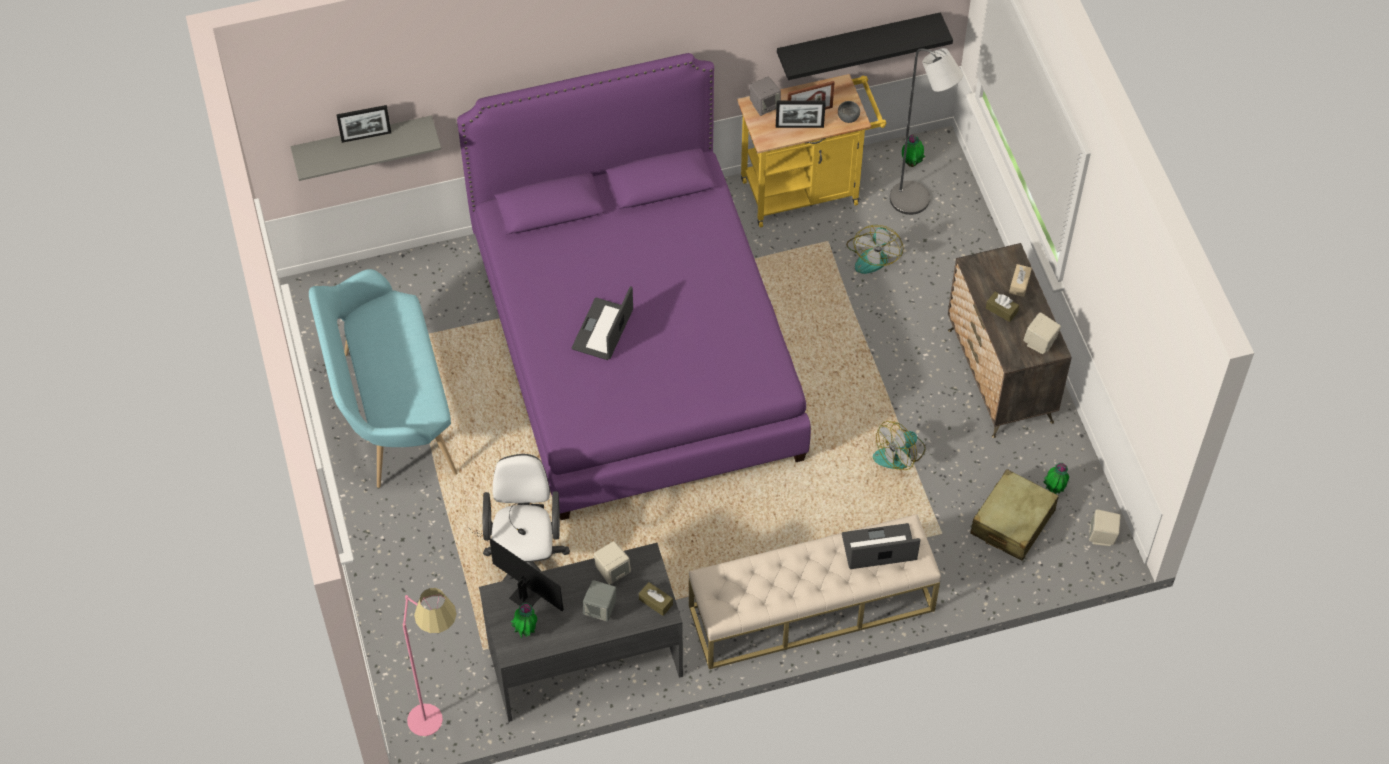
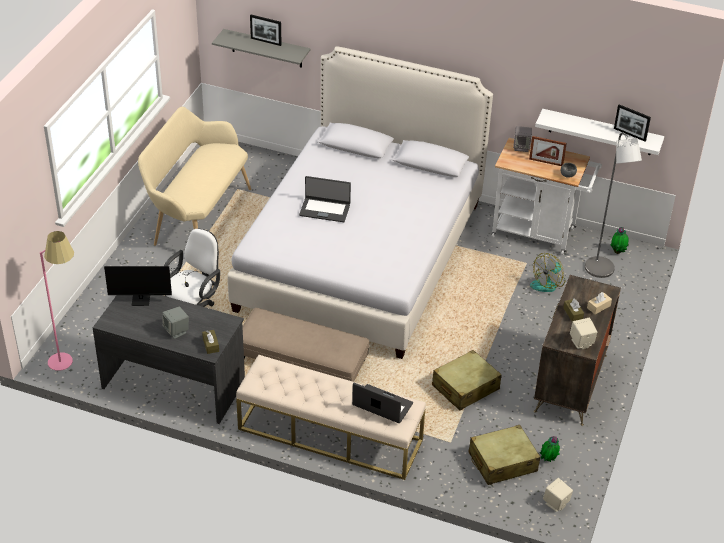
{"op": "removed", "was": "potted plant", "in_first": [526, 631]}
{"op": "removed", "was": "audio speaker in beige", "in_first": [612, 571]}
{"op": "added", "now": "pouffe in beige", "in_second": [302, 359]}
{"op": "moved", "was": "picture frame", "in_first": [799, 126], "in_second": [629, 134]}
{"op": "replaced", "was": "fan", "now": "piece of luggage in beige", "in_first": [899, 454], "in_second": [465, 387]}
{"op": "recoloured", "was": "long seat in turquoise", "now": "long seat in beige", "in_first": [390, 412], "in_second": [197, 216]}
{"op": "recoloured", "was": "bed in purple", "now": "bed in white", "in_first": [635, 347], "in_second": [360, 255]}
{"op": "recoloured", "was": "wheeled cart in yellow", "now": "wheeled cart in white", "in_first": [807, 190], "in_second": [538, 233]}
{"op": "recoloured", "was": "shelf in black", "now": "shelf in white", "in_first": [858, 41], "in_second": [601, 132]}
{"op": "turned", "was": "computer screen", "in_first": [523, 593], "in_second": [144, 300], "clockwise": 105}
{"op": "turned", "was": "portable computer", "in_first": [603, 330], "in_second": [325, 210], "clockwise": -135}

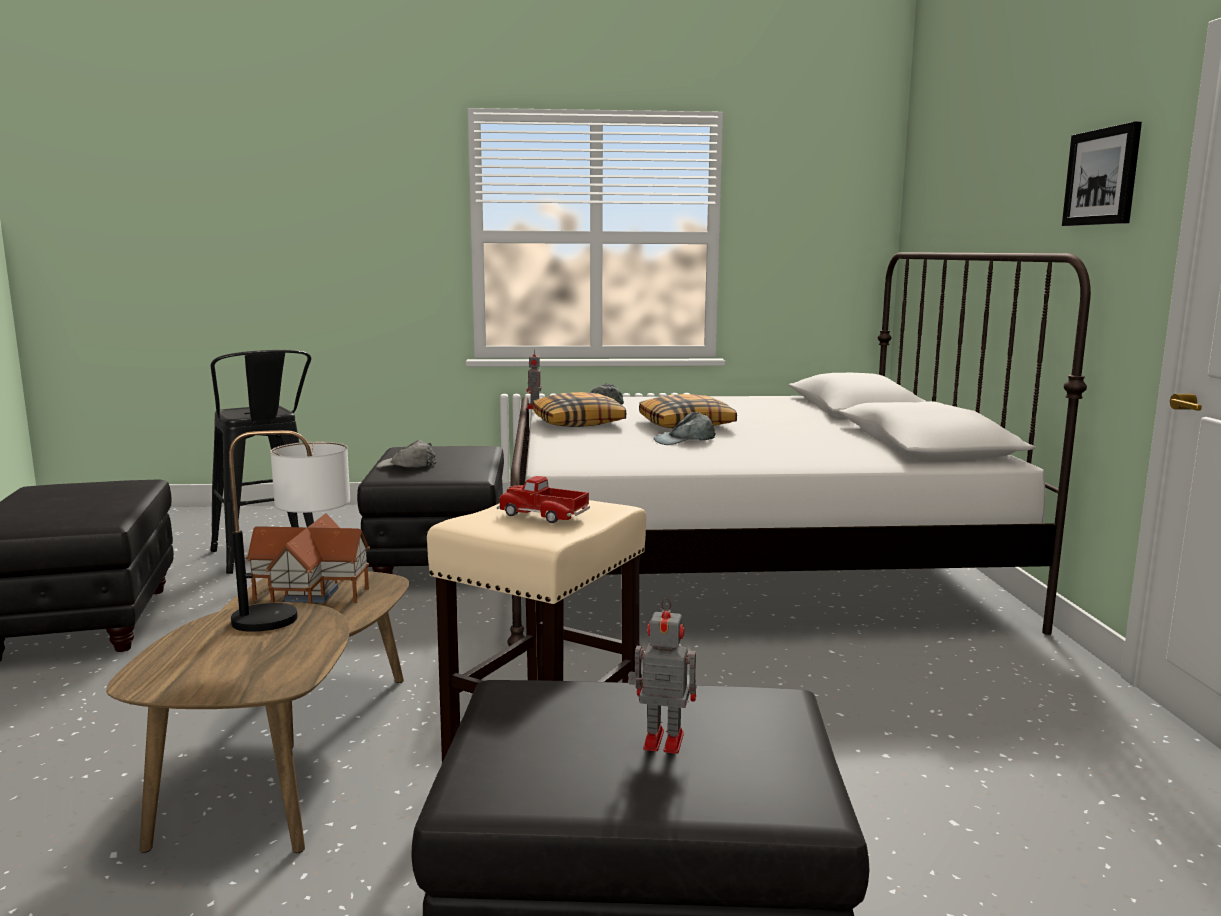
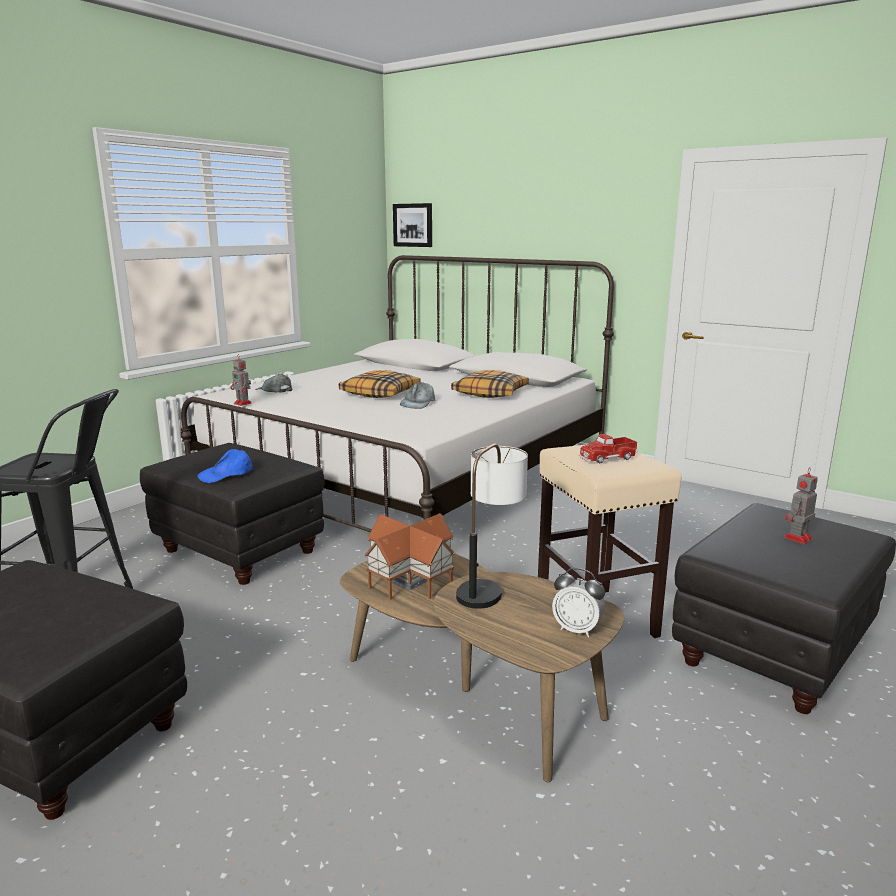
{"op": "added", "now": "table clock", "in_second": [577, 629]}
{"op": "moved", "was": "throw pillow", "in_first": [579, 423], "in_second": [490, 393]}
{"op": "moved", "was": "wall art", "in_first": [1102, 177], "in_second": [413, 225]}
{"op": "recoloured", "was": "cap in greyish", "now": "cap in blue-coloured", "in_first": [406, 465], "in_second": [226, 474]}

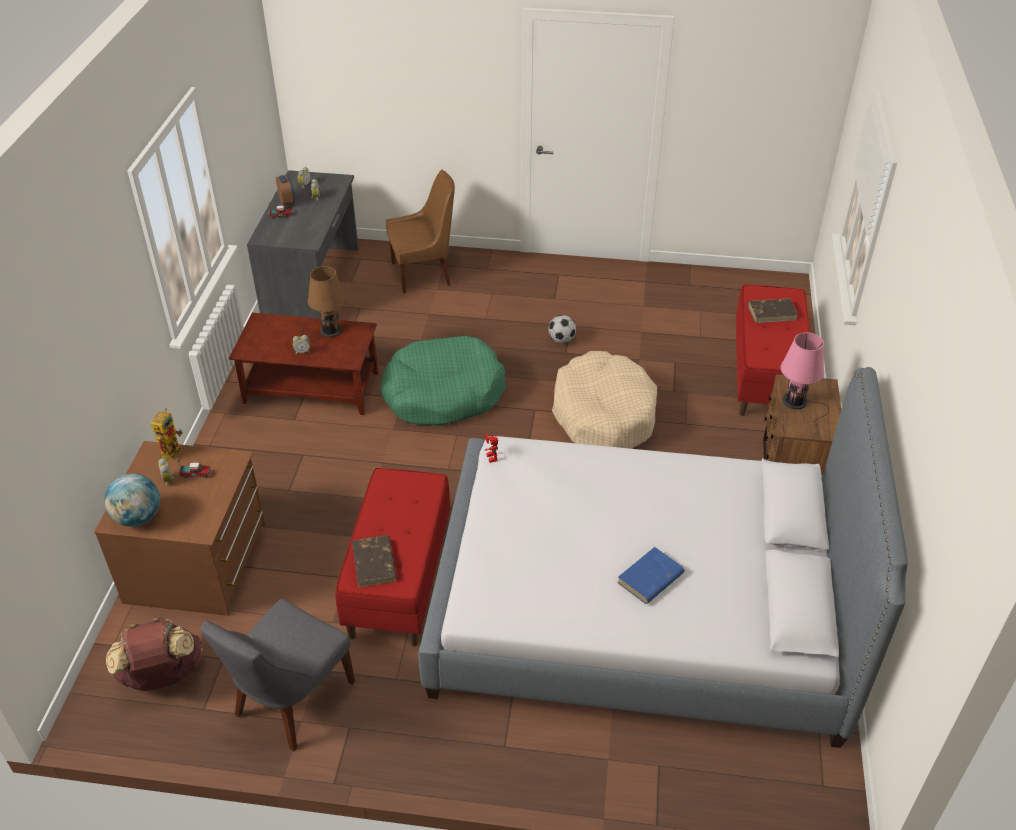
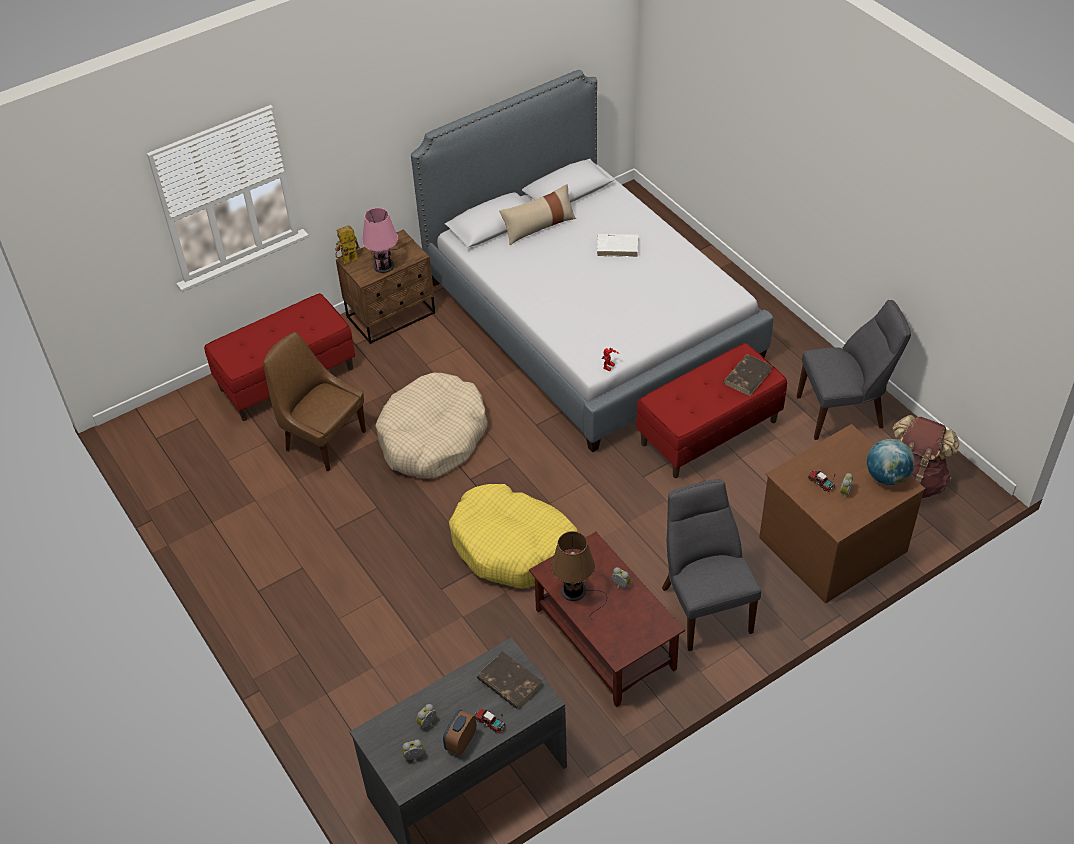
{"op": "removed", "was": "ball for football", "in_first": [561, 340]}
{"op": "added", "now": "throw pillow in beige", "in_second": [539, 227]}
{"op": "added", "now": "chair in greyish", "in_second": [704, 606]}
{"op": "moved", "was": "robot figure", "in_first": [172, 449], "in_second": [347, 261]}
{"op": "moved", "was": "chair in brown-coloured", "in_first": [424, 274], "in_second": [323, 439]}
{"op": "moved", "was": "bound book in brown-coloured", "in_first": [772, 312], "in_second": [509, 682]}
{"op": "recoloured", "was": "dog bed in greenish", "now": "dog bed in yellow", "in_first": [443, 393], "in_second": [513, 546]}
{"op": "recoloured", "was": "bound book in blue-coloured", "now": "bound book in white", "in_first": [650, 578], "in_second": [618, 247]}

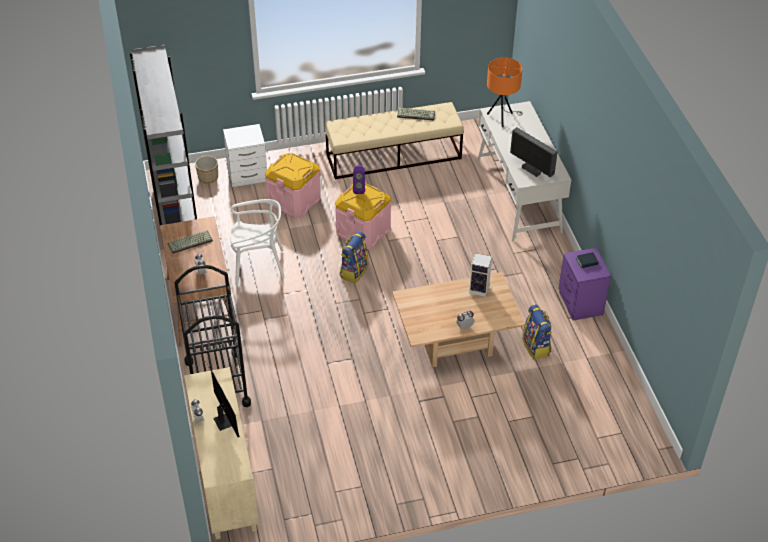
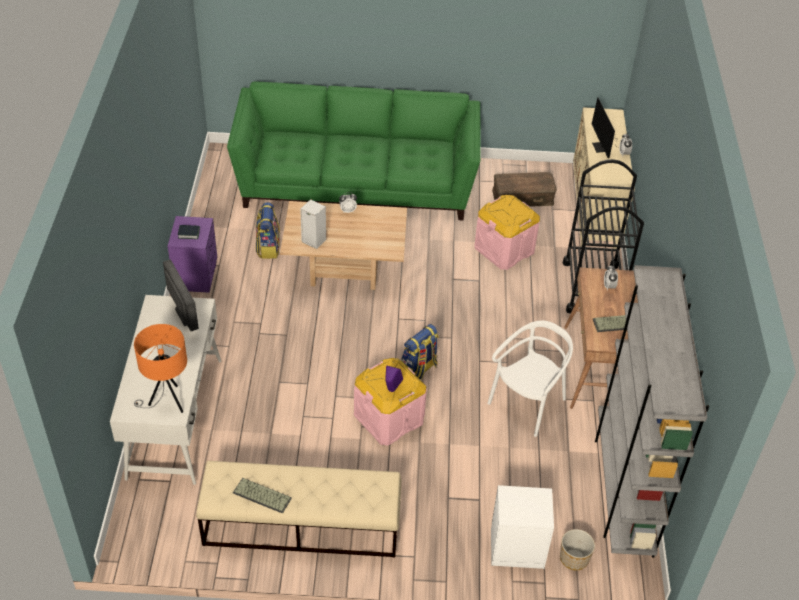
{"op": "added", "now": "sofa in greenish", "in_second": [357, 183]}
{"op": "added", "now": "storage bin in brown-coloured", "in_second": [522, 196]}
{"op": "moved", "was": "storage bin in pinkish", "in_first": [294, 201], "in_second": [504, 249]}
{"op": "turned", "was": "chair in white", "in_first": [258, 265], "in_second": [528, 404], "clockwise": 120}

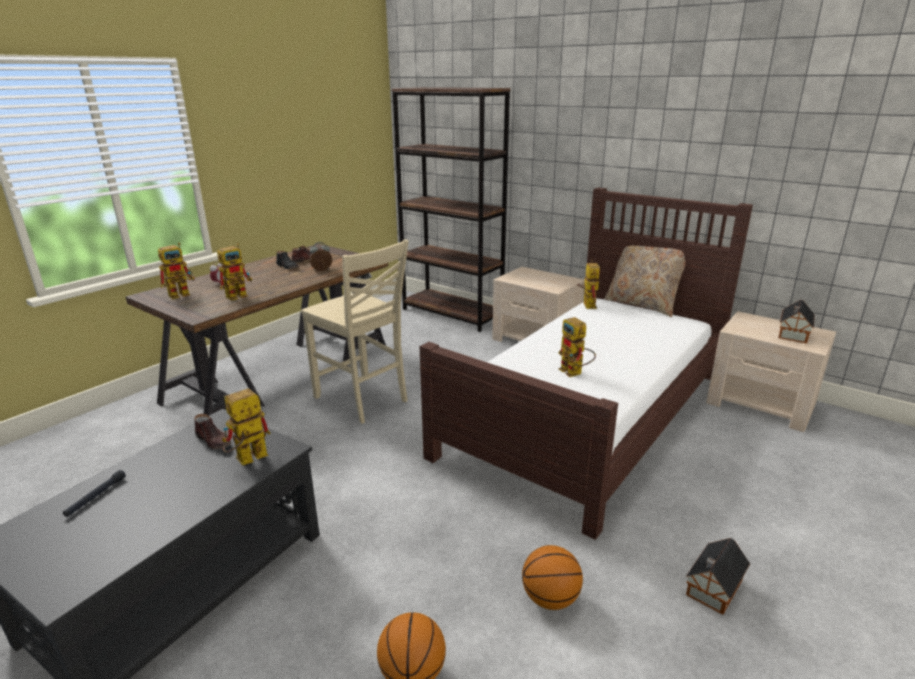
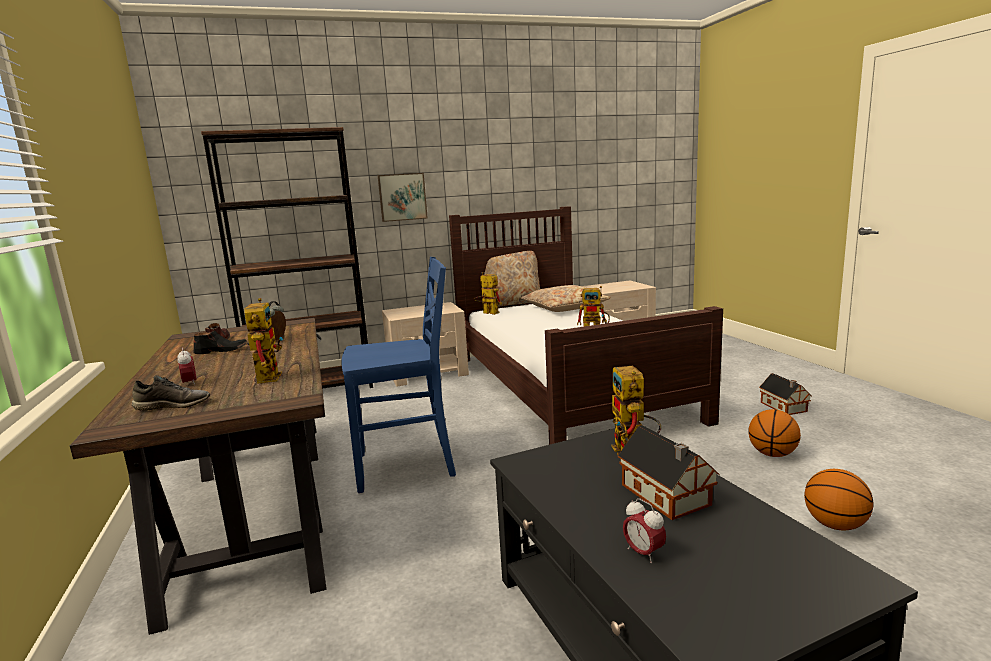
{"op": "removed", "was": "shoe in brown-coloured", "in_first": [214, 441]}
{"op": "added", "now": "wall art", "in_second": [402, 197]}
{"op": "added", "now": "throw pillow in beige", "in_second": [564, 308]}
{"op": "moved", "was": "miniature house", "in_first": [792, 334], "in_second": [667, 496]}
{"op": "replaced", "was": "hand torch in black", "now": "table clock", "in_first": [96, 497], "in_second": [643, 553]}
{"op": "replaced", "was": "robot figure", "now": "shoe in greyish", "in_first": [183, 293], "in_second": [173, 405]}
{"op": "recoloured", "was": "chair in beige", "now": "chair in blue-coloured", "in_first": [362, 399], "in_second": [407, 466]}

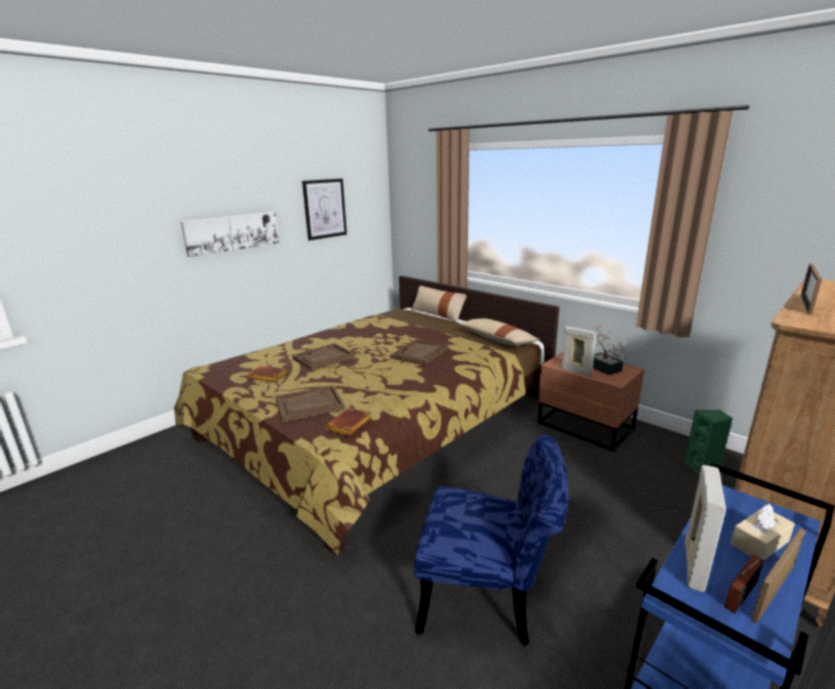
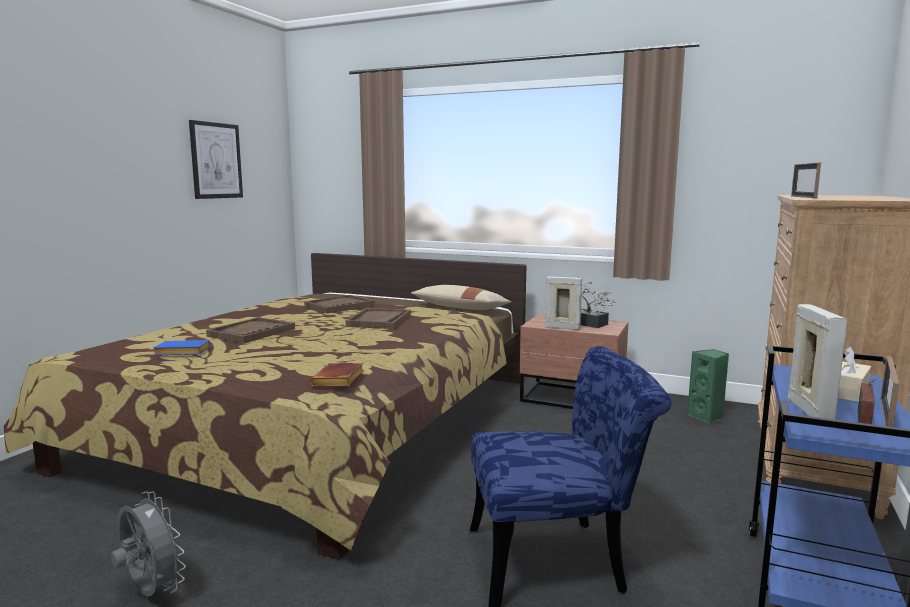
{"op": "removed", "was": "wall art", "in_first": [232, 233]}
{"op": "removed", "was": "throw pillow in beige", "in_first": [438, 314]}
{"op": "added", "now": "fan in greyish", "in_second": [150, 592]}
{"op": "moved", "was": "carrying tray in brown-coloured", "in_first": [309, 405], "in_second": [339, 306]}
{"op": "recoloured", "was": "bound book in brown-coloured", "now": "bound book in blue-coloured", "in_first": [267, 377], "in_second": [180, 353]}

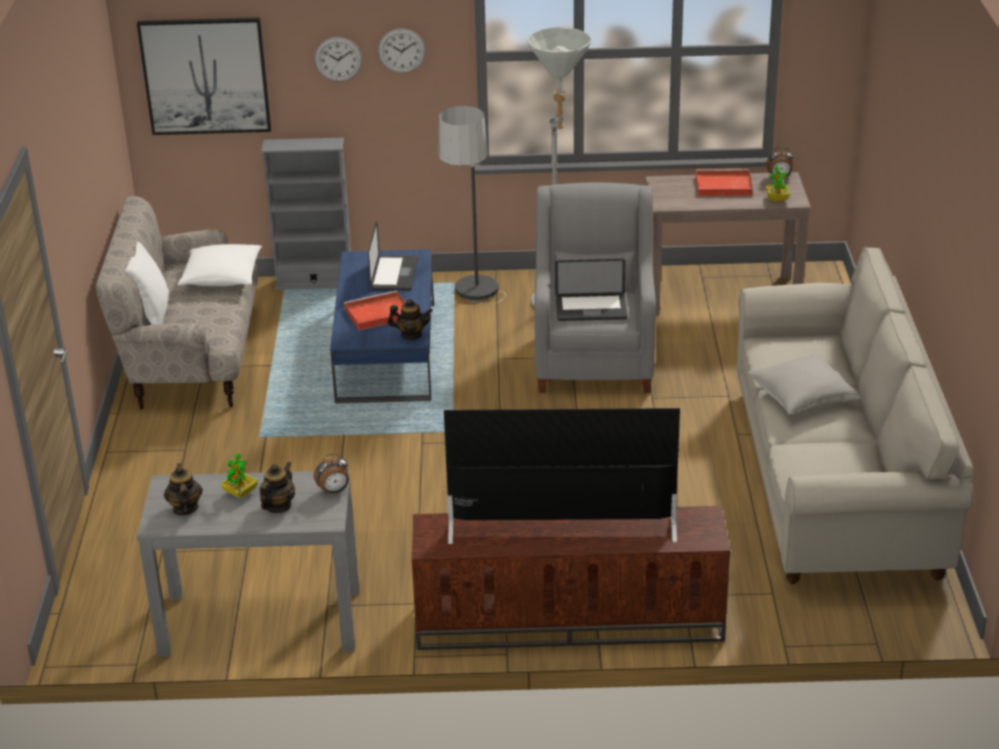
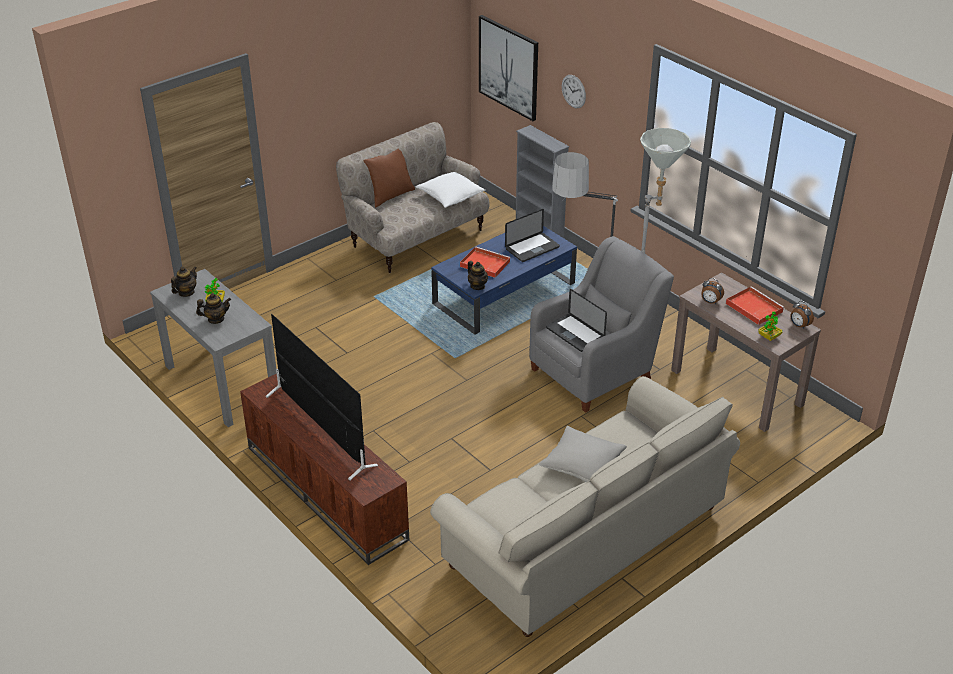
{"op": "removed", "was": "hanging clock", "in_first": [401, 50]}
{"op": "moved", "was": "table clock", "in_first": [334, 491], "in_second": [710, 302]}
{"op": "recoloured", "was": "throw pillow in white", "now": "throw pillow in brown-coloured", "in_first": [151, 313], "in_second": [390, 196]}

